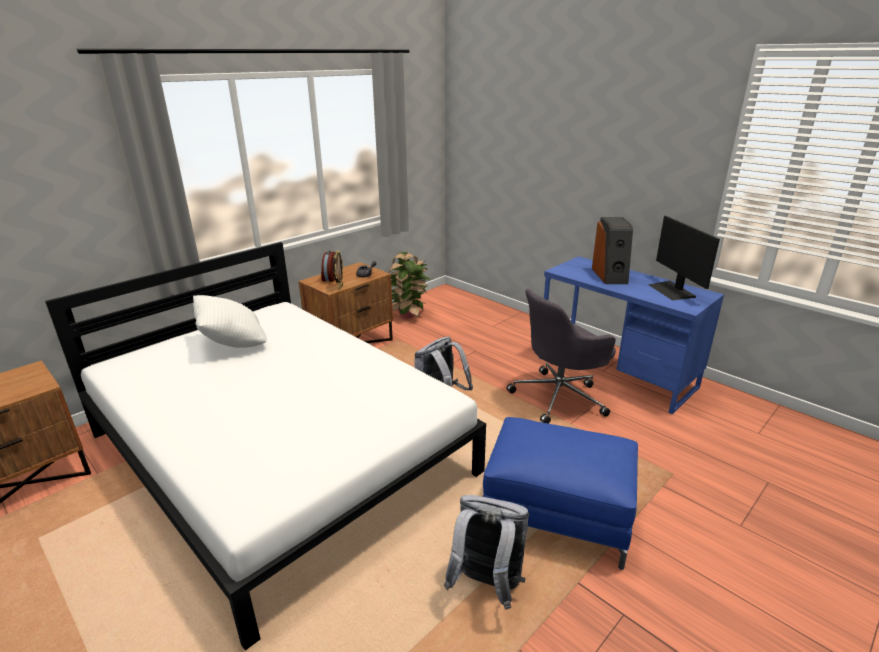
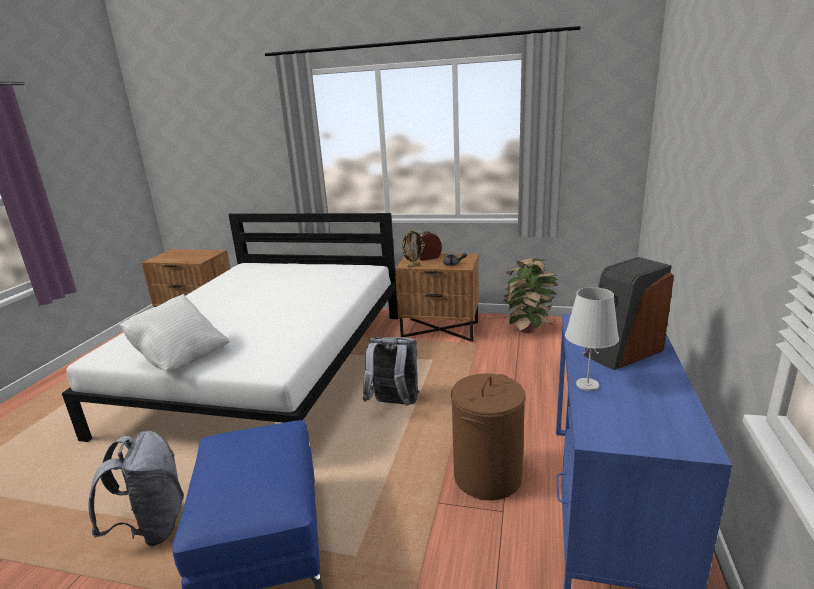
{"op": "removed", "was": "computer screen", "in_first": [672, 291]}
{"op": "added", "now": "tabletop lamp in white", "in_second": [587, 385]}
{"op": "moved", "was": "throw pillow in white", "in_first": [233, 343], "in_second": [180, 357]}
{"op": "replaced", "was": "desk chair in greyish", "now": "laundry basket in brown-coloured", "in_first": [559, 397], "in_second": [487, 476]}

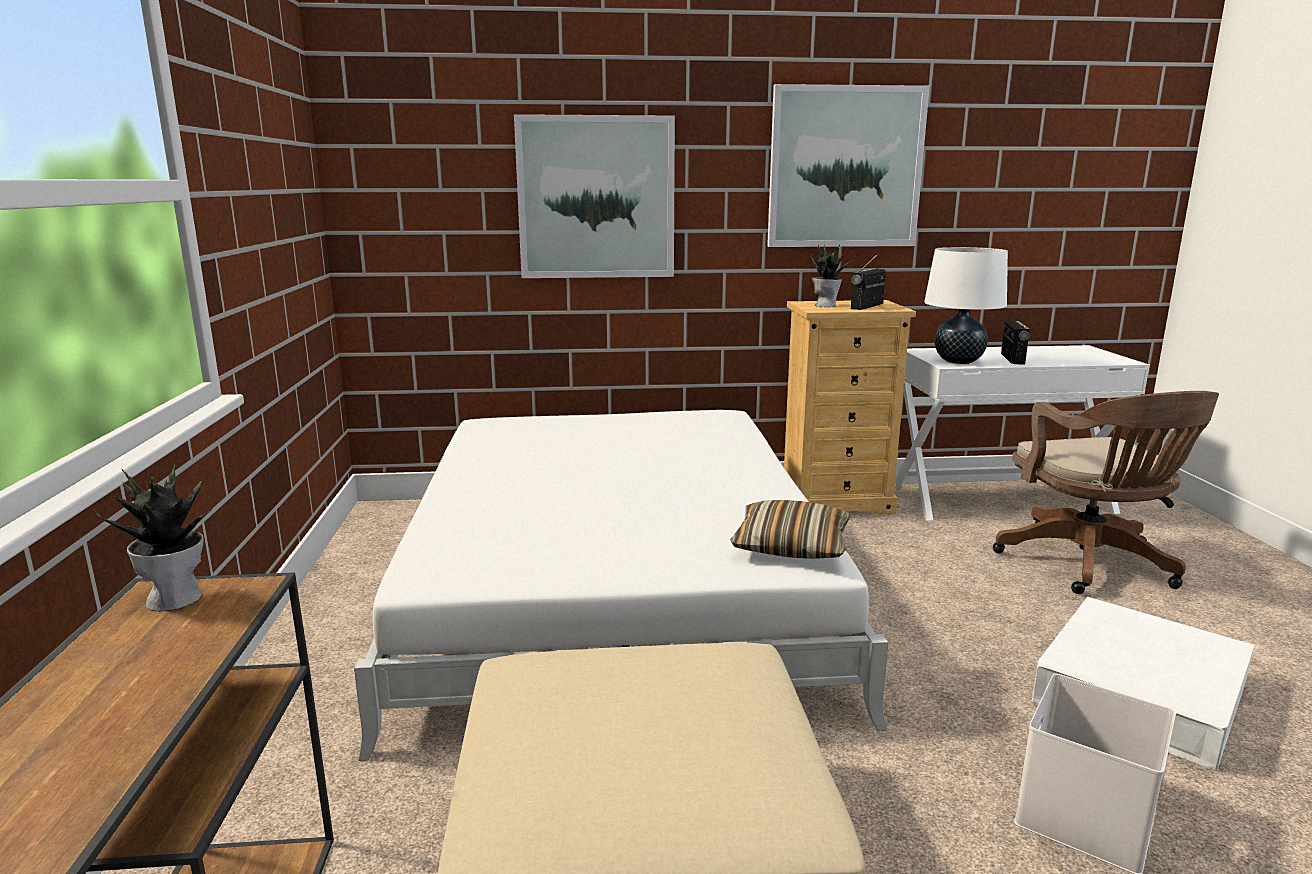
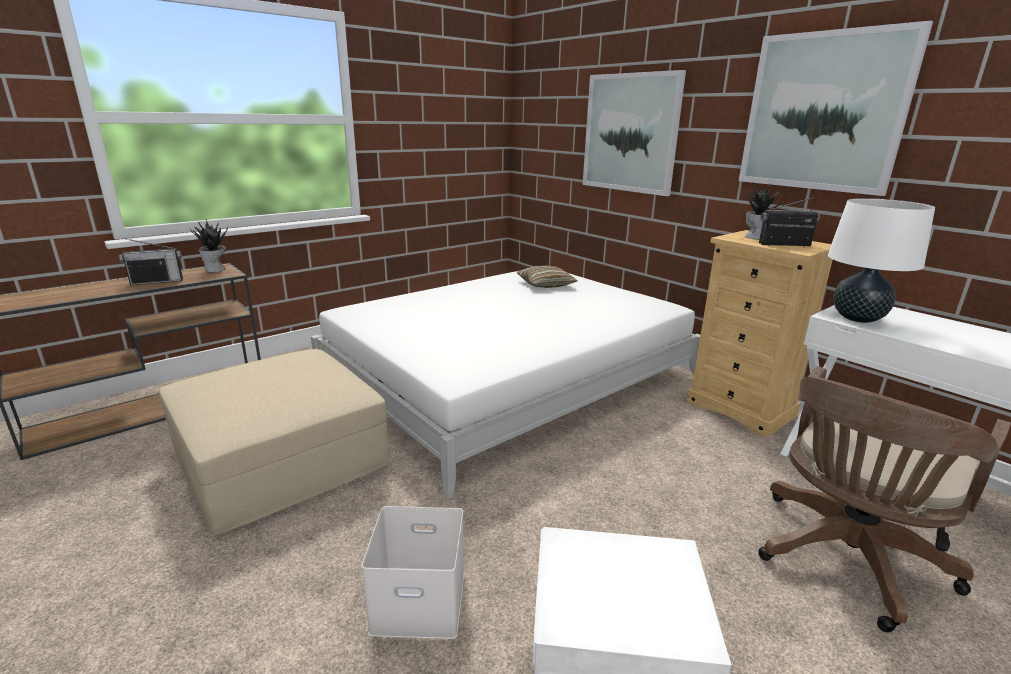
{"op": "moved", "was": "throw pillow", "in_first": [791, 545], "in_second": [545, 284]}
{"op": "moved", "was": "radio", "in_first": [1012, 359], "in_second": [157, 281]}

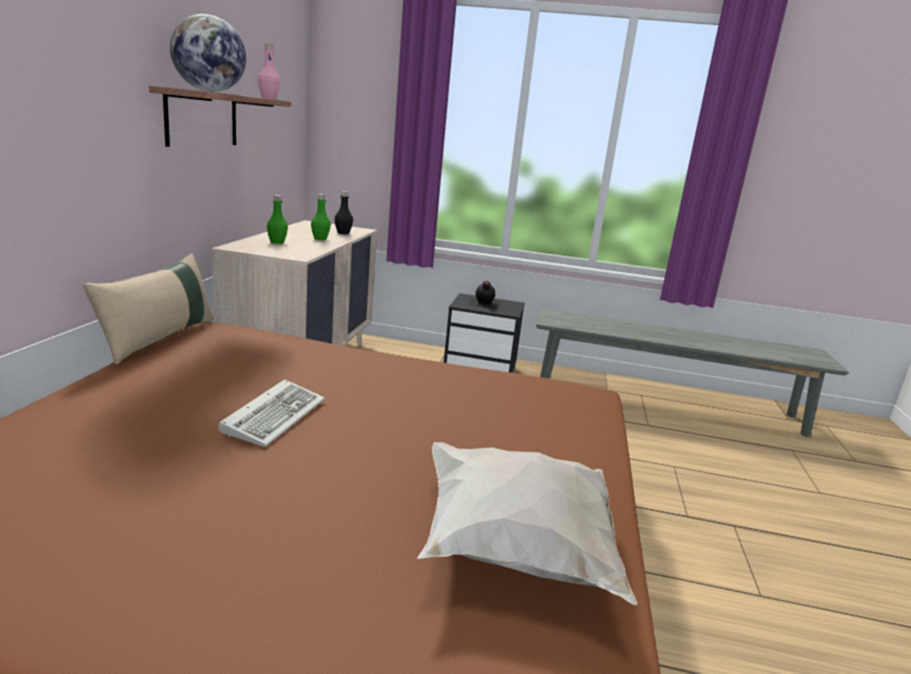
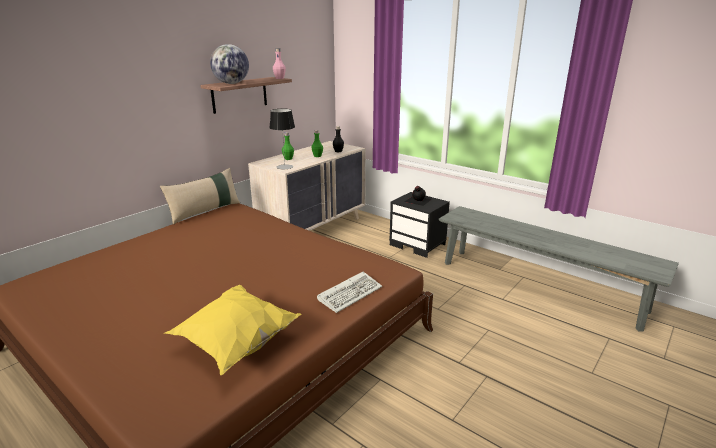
{"op": "added", "now": "tabletop lamp", "in_second": [284, 167]}
{"op": "moved", "was": "PC keyboard", "in_first": [275, 415], "in_second": [350, 293]}
{"op": "recoloured", "was": "throw pillow in white", "now": "throw pillow in yellow", "in_first": [515, 552], "in_second": [236, 344]}

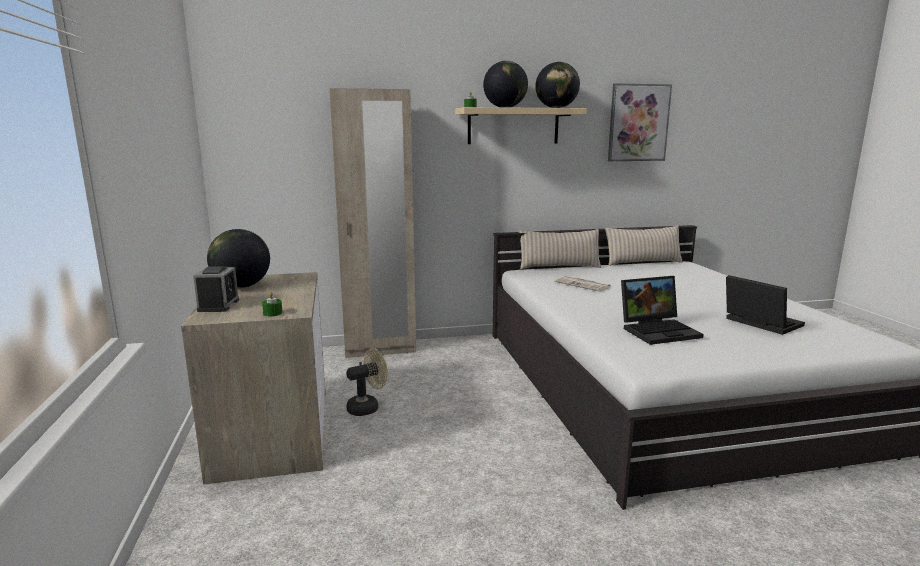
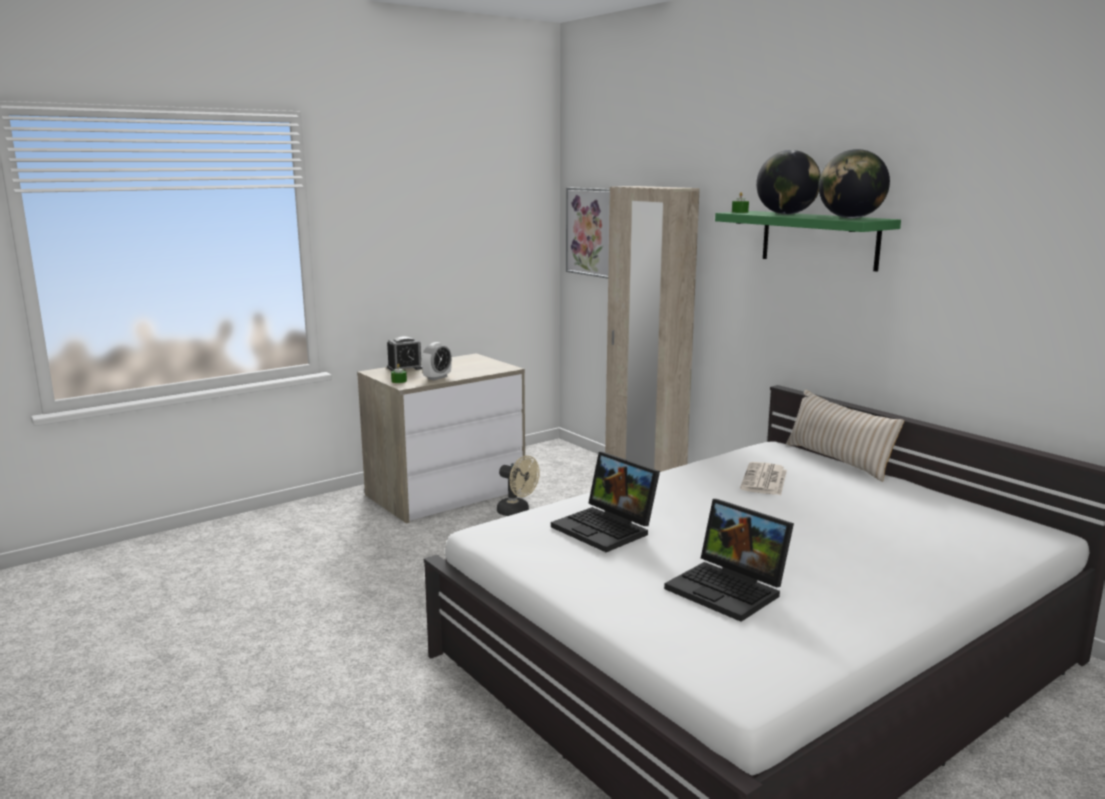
{"op": "removed", "was": "globe", "in_first": [242, 286]}
{"op": "removed", "was": "throw pillow in beige", "in_first": [642, 262]}
{"op": "added", "now": "table clock", "in_second": [437, 378]}
{"op": "moved", "was": "wall art", "in_first": [638, 123], "in_second": [592, 232]}
{"op": "recoloured", "was": "shelf in beige", "now": "shelf in greenish", "in_first": [513, 126], "in_second": [819, 239]}
{"op": "turned", "was": "portable computer", "in_first": [759, 323], "in_second": [730, 589], "clockwise": 105}

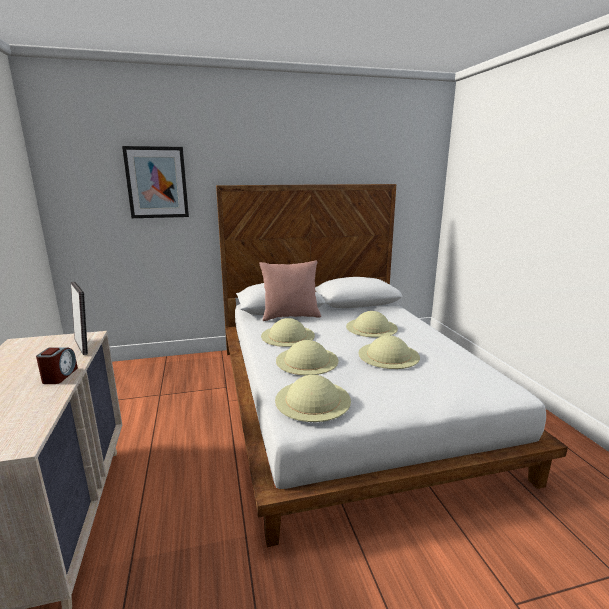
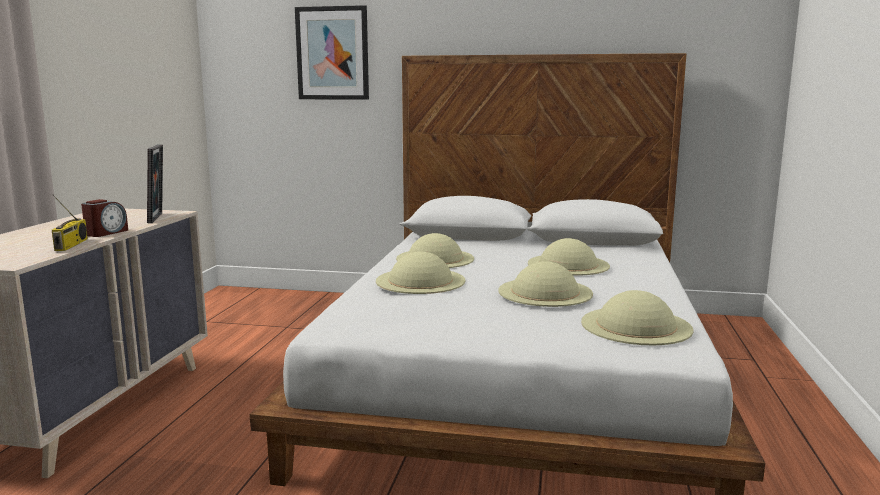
{"op": "removed", "was": "throw pillow in pinkish", "in_first": [290, 316]}
{"op": "added", "now": "radio", "in_second": [71, 245]}
{"op": "moved", "was": "clothing hat in beige", "in_first": [312, 400], "in_second": [636, 325]}

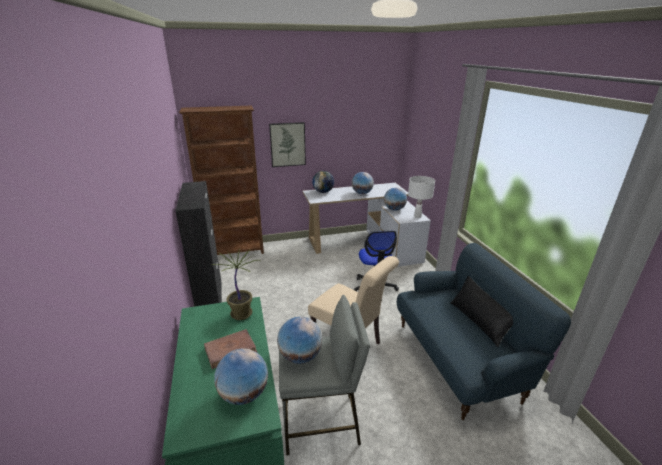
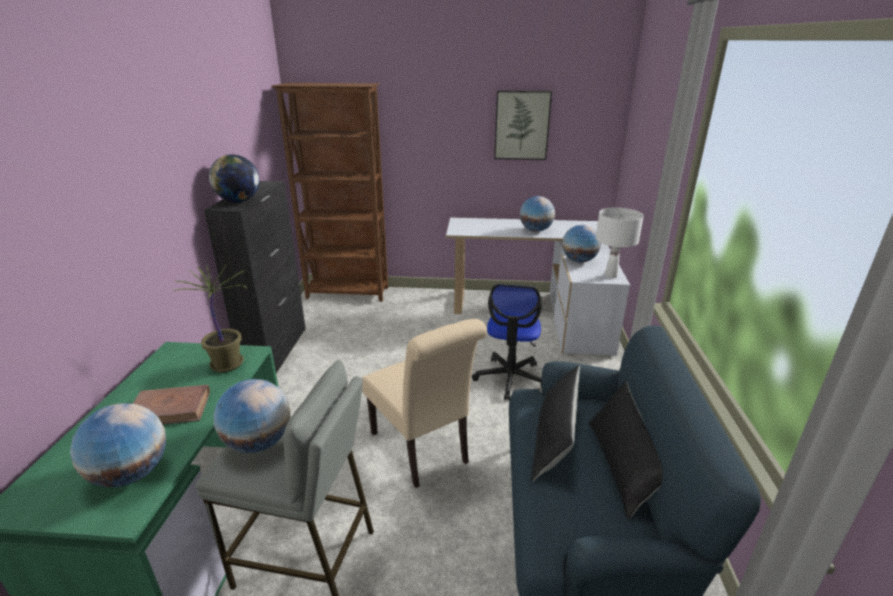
{"op": "added", "now": "throw pillow in black", "in_second": [554, 440]}
{"op": "moved", "was": "wall art", "in_first": [287, 144], "in_second": [522, 125]}
{"op": "moved", "was": "globe", "in_first": [323, 192], "in_second": [239, 201]}

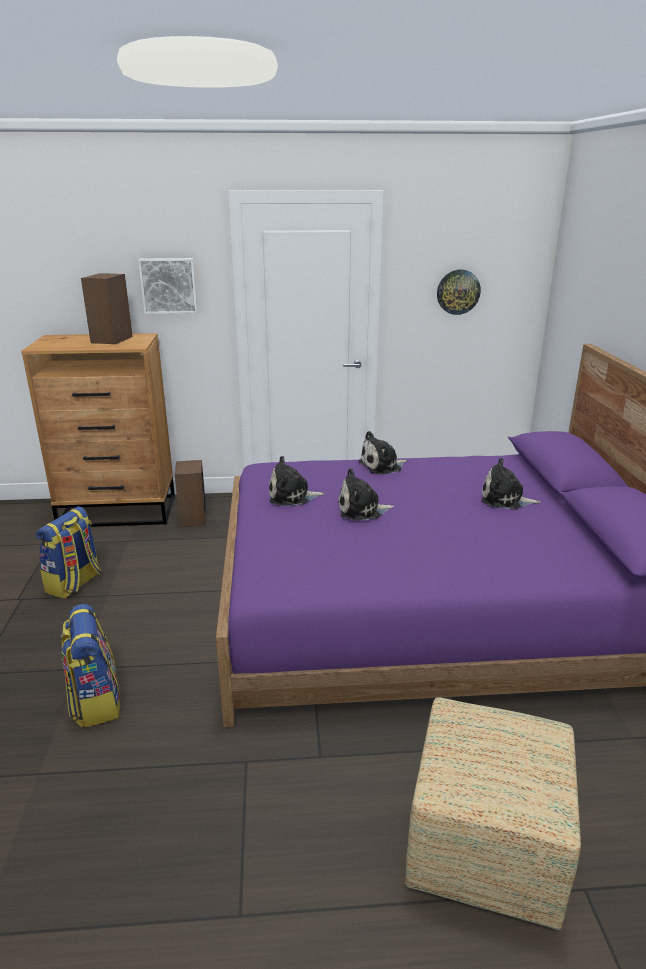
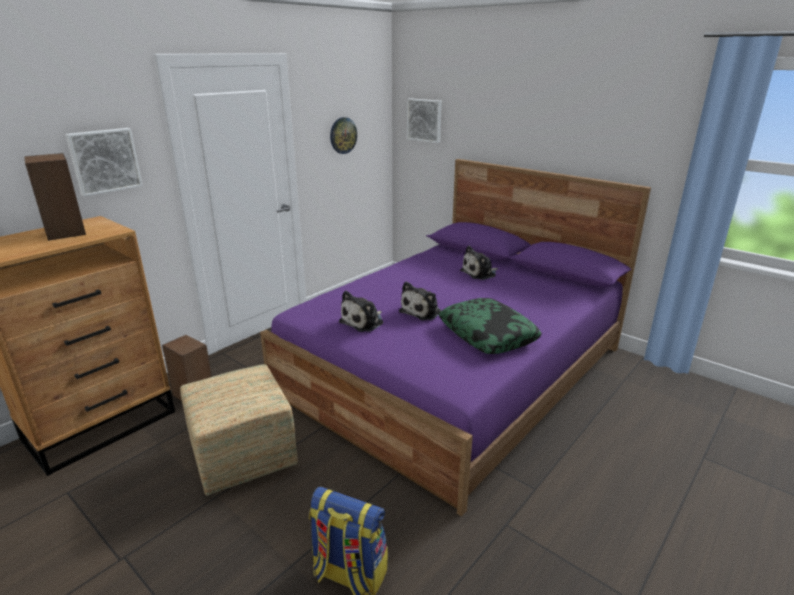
{"op": "removed", "was": "rucksack", "in_first": [74, 584]}
{"op": "removed", "was": "plush toy", "in_first": [382, 466]}
{"op": "added", "now": "wall art", "in_second": [425, 120]}
{"op": "added", "now": "throw pillow", "in_second": [487, 334]}
{"op": "moved", "was": "pouffe", "in_first": [485, 849], "in_second": [244, 456]}

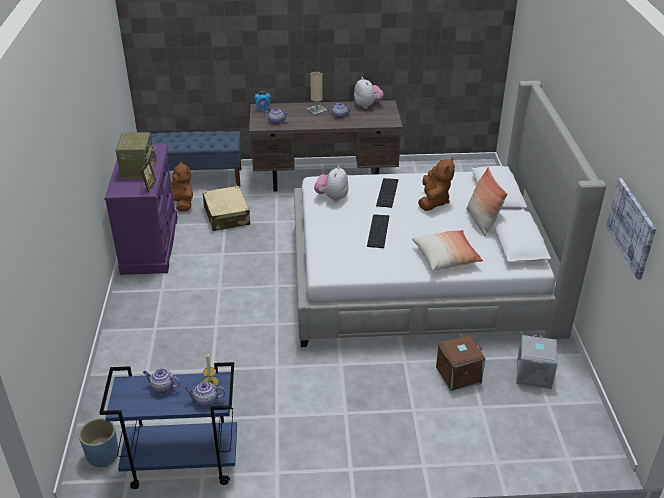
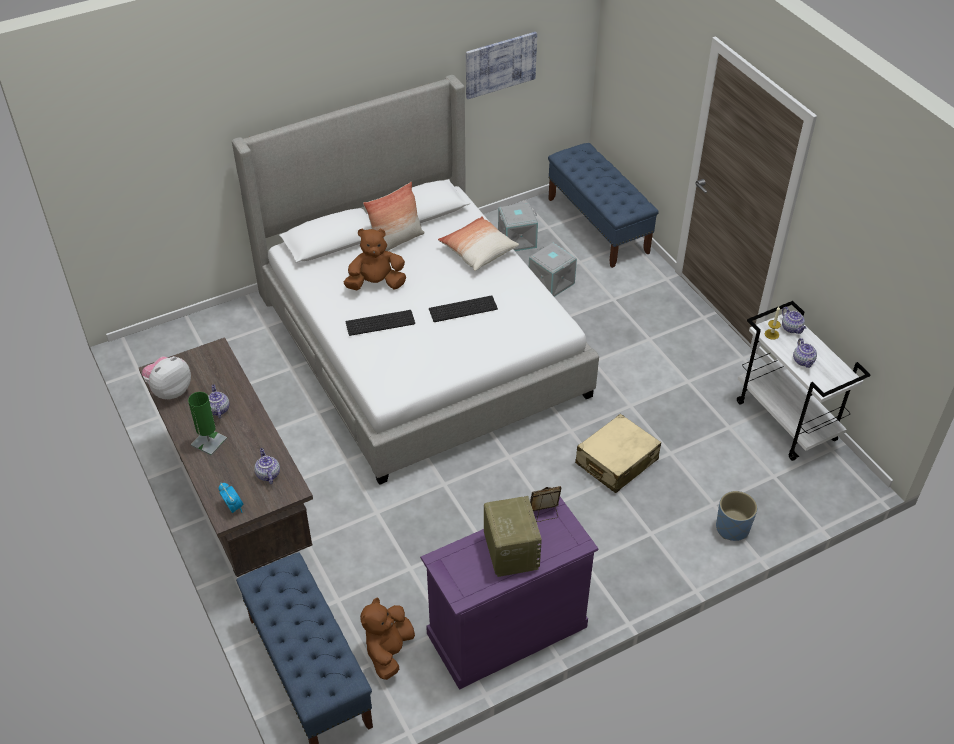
{"op": "removed", "was": "plush toy", "in_first": [332, 197]}
{"op": "added", "now": "long seat in blue-coloured", "in_second": [598, 226]}
{"op": "moved", "was": "flower pot in blue-coloured", "in_first": [103, 455], "in_second": [732, 528]}
{"op": "moved", "was": "piece of luggage in beige", "in_first": [227, 216], "in_second": [616, 462]}
{"op": "recoloured", "was": "wheeled cart in blue-coloured", "now": "wheeled cart in white", "in_first": [181, 464], "in_second": [787, 421]}
{"op": "recoloured", "was": "tabletop lamp in beige", "now": "tabletop lamp in greenish", "in_first": [316, 110], "in_second": [209, 442]}
{"op": "recoloured", "was": "storage bin in brown-coloured", "now": "storage bin in greyish", "in_first": [458, 374], "in_second": [550, 283]}
{"op": "turned", "was": "radio", "in_first": [138, 169], "in_second": [510, 550], "clockwise": 105}

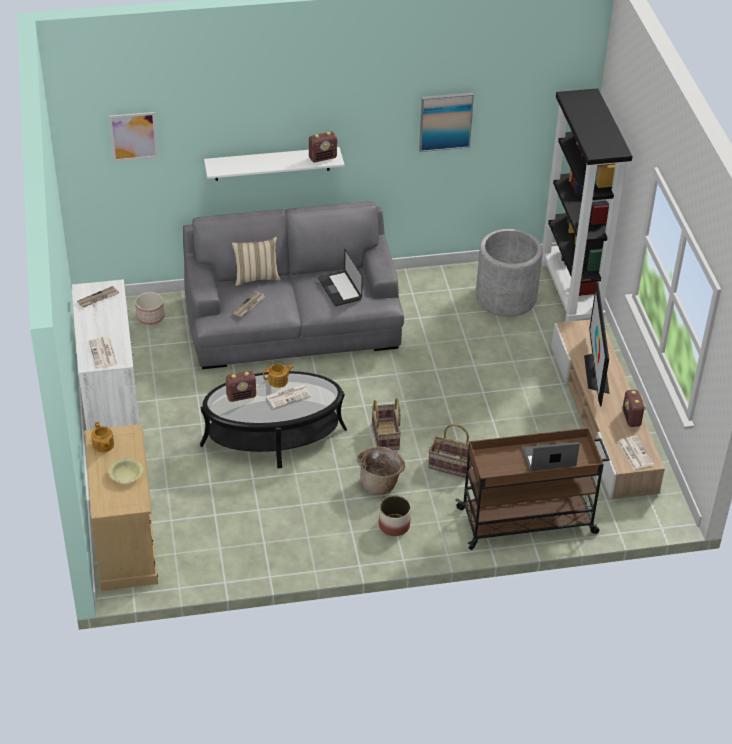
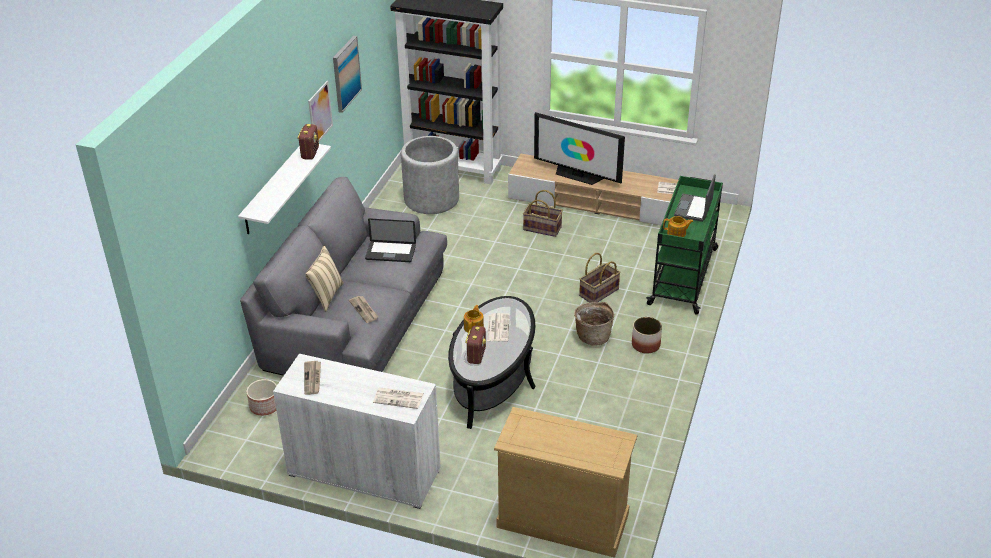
{"op": "removed", "was": "bowl in yellow", "in_first": [126, 475]}
{"op": "removed", "was": "radio", "in_first": [631, 418]}
{"op": "moved", "was": "teapot", "in_first": [103, 445], "in_second": [677, 233]}
{"op": "moved", "was": "wall art", "in_first": [133, 136], "in_second": [320, 113]}
{"op": "moved", "was": "storage basket", "in_first": [386, 436], "in_second": [542, 228]}
{"op": "recoloured", "was": "wheeled cart in brown-coloured", "now": "wheeled cart in greenish", "in_first": [528, 520], "in_second": [683, 275]}

